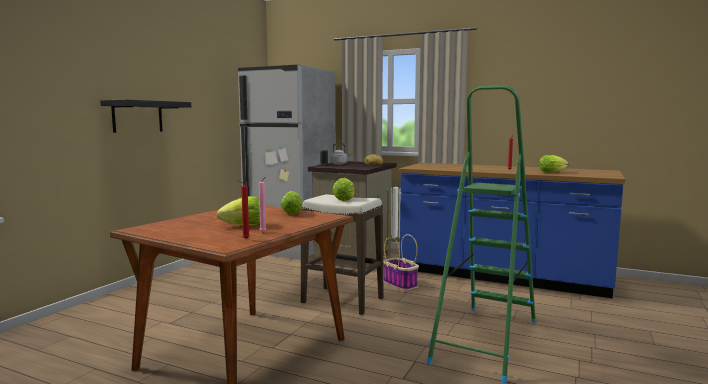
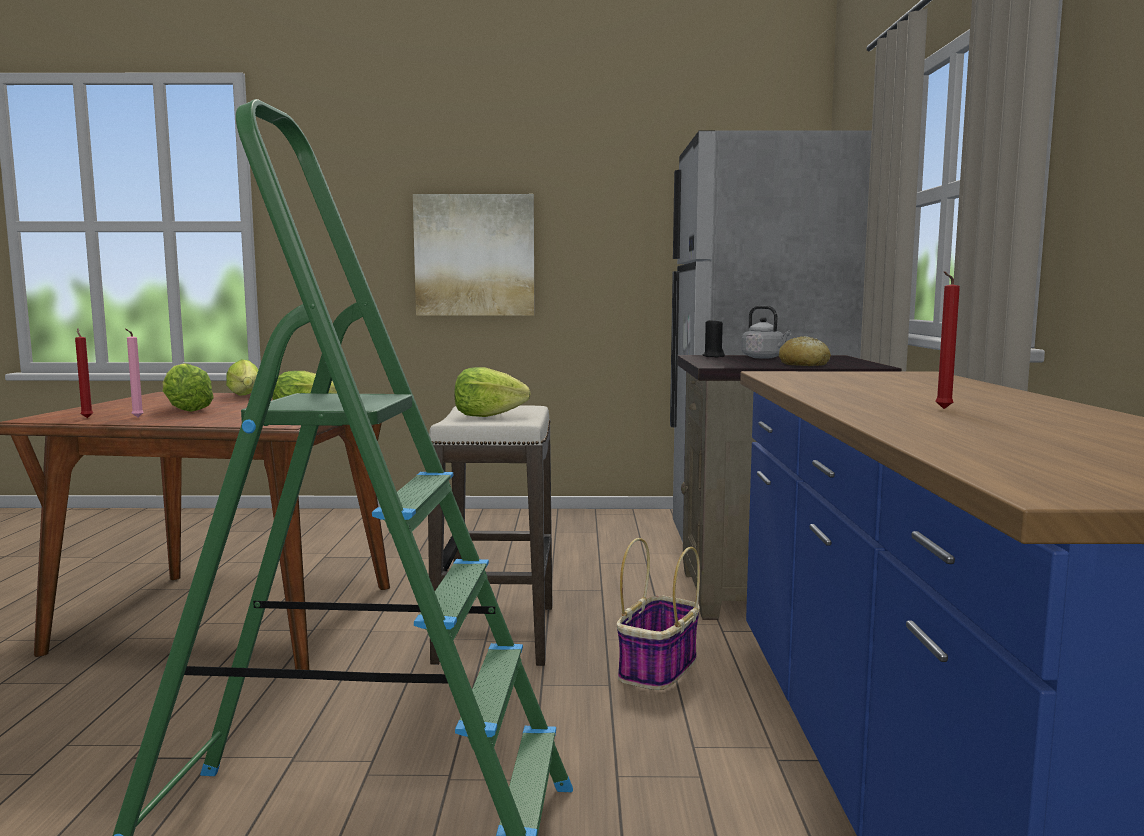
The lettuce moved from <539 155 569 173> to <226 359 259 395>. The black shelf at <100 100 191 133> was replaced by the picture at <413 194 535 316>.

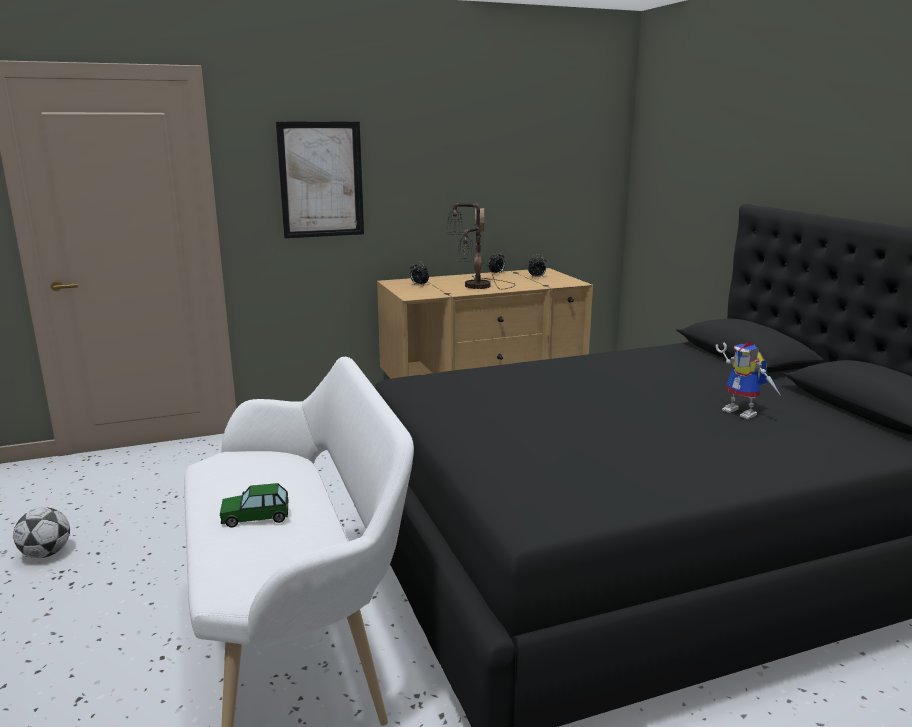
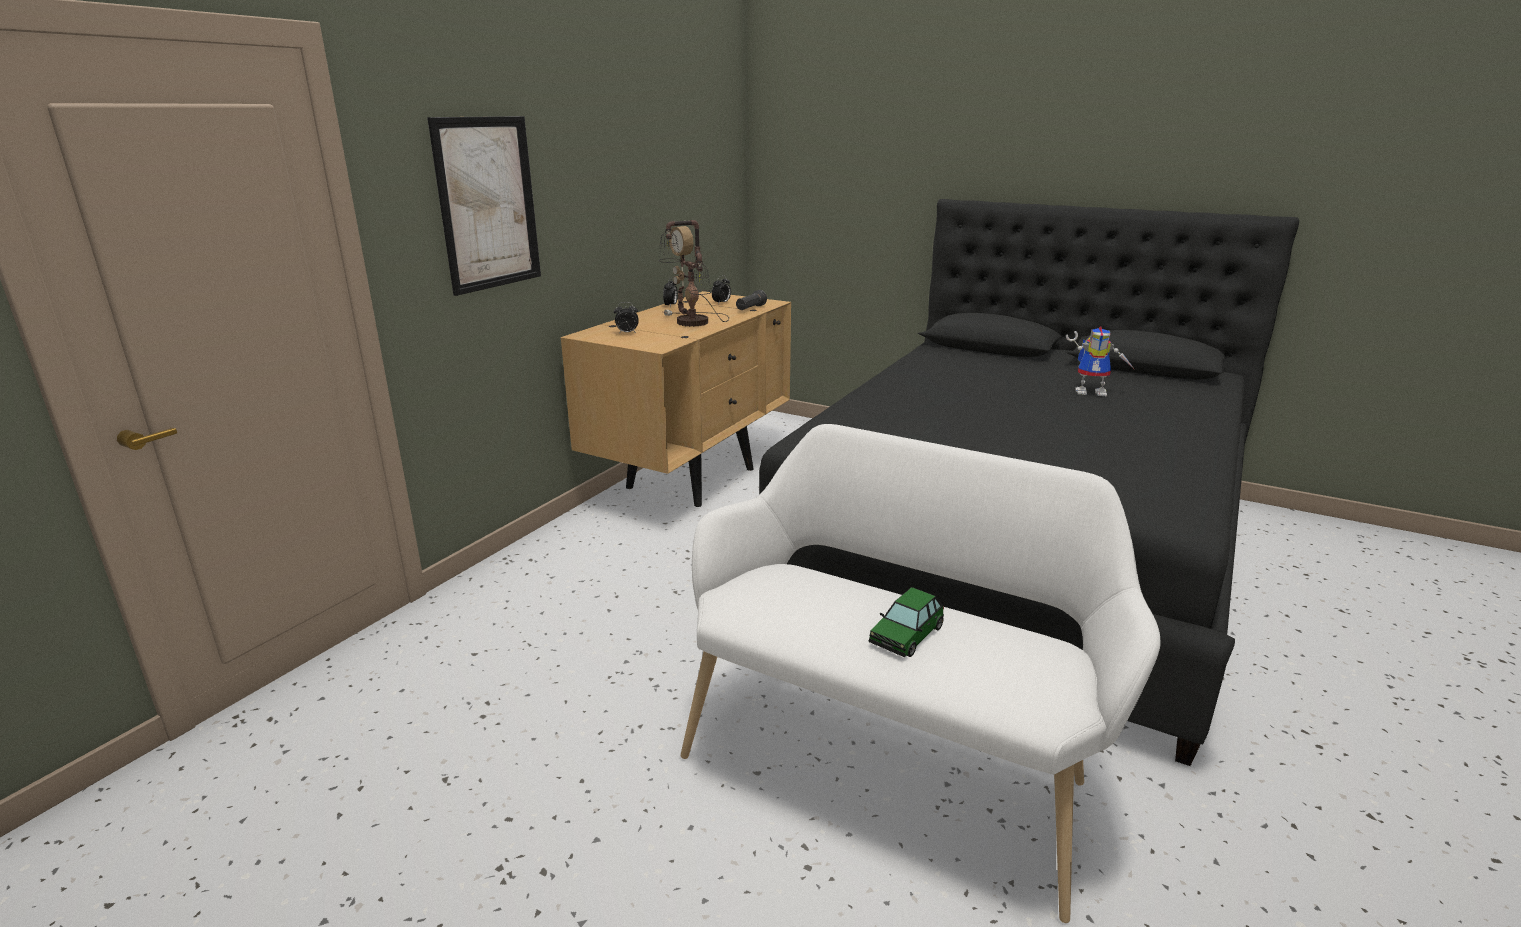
The football at <13 507 70 558> disappeared. The black flashlight at <736 290 767 310> appeared.

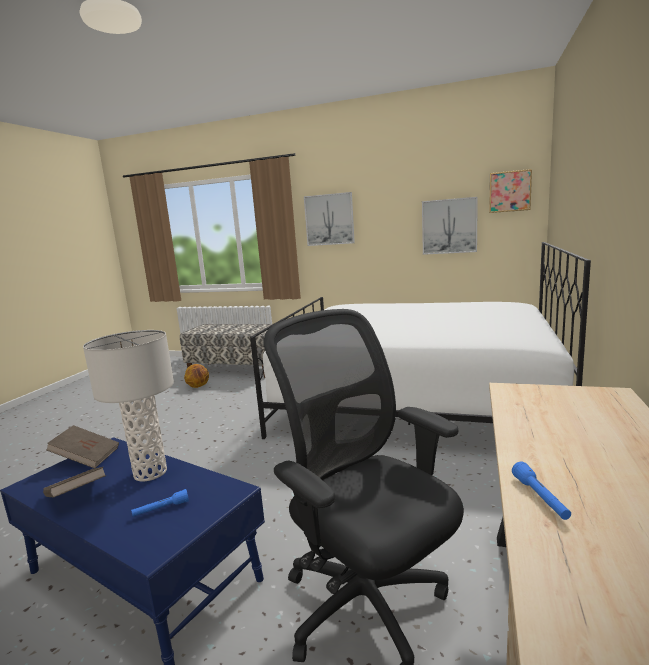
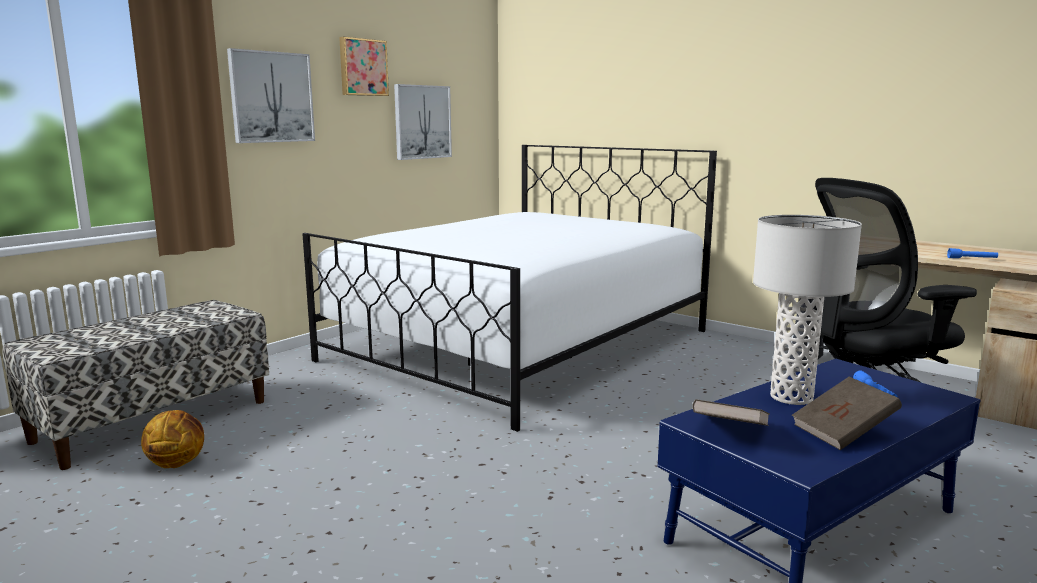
The picture moved from <489 169 532 213> to <339 37 389 96>.

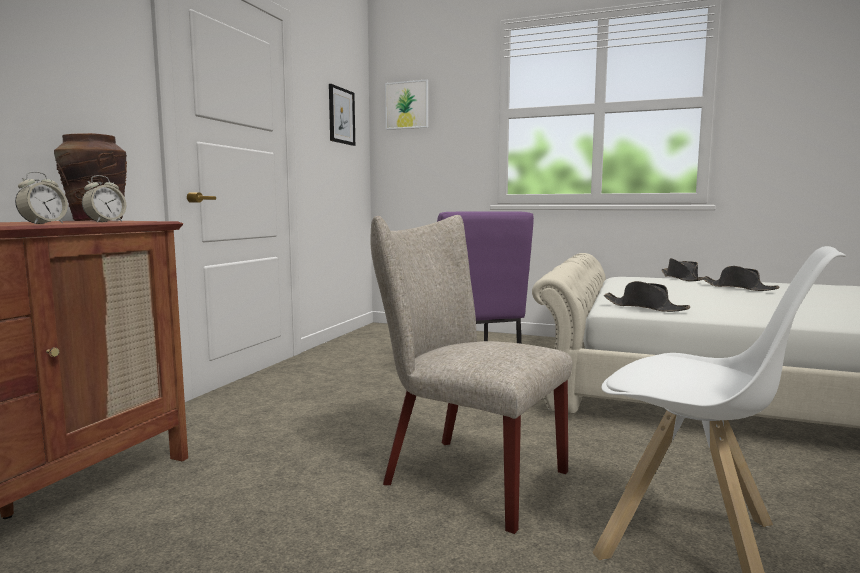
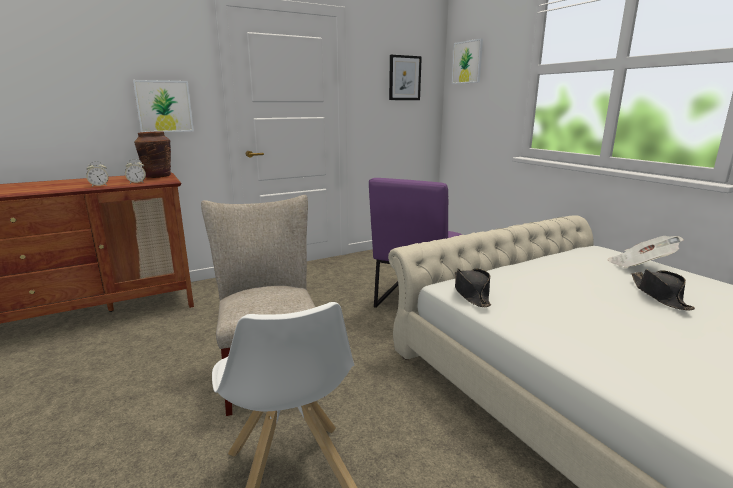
The picture at <133 80 194 132> appeared. The black hat at <662 258 703 281> was replaced by the newspaper at <608 236 684 268>.

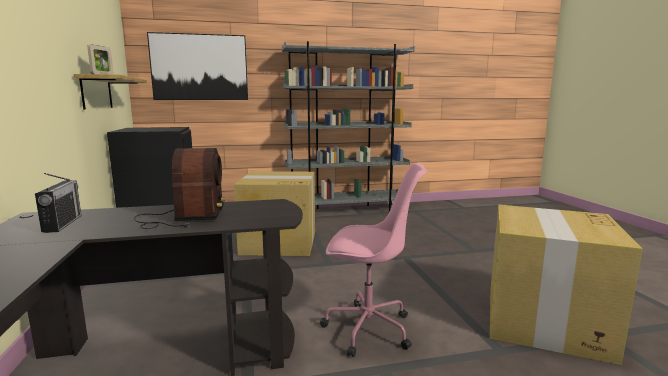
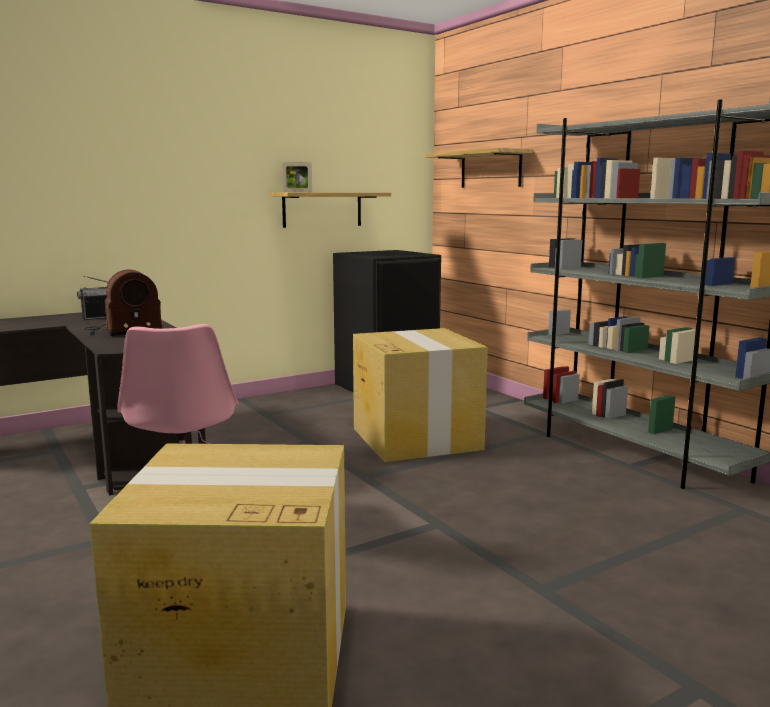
The picture at <147 32 248 100> was replaced by the shelf at <425 148 532 188>.

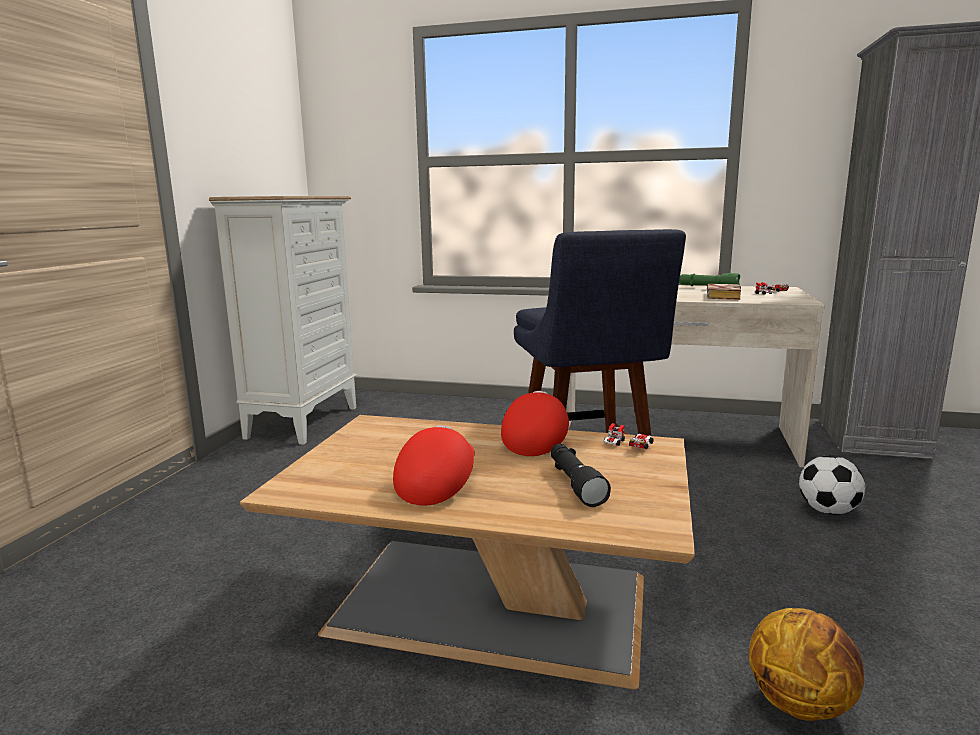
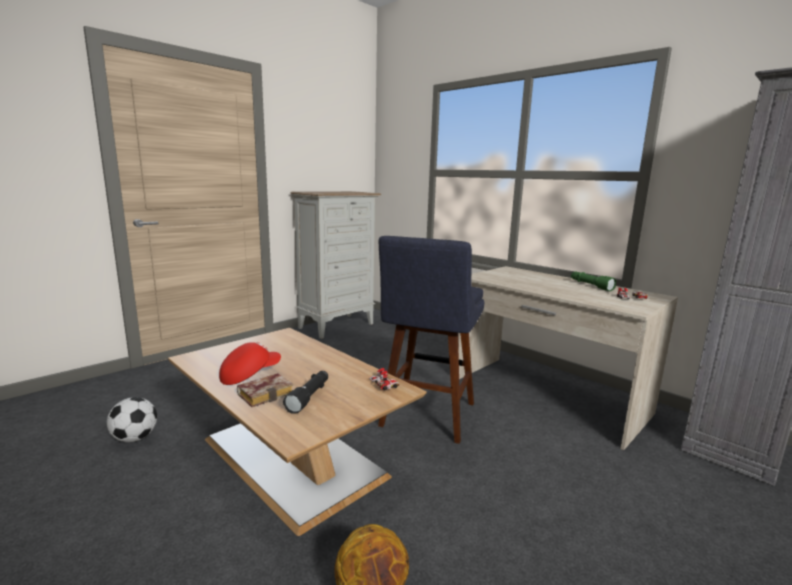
The red cap at <501 391 569 456> disappeared. The book moved from <707 284 741 300> to <237 373 293 407>. The football moved from <799 455 865 515> to <107 397 157 442>.

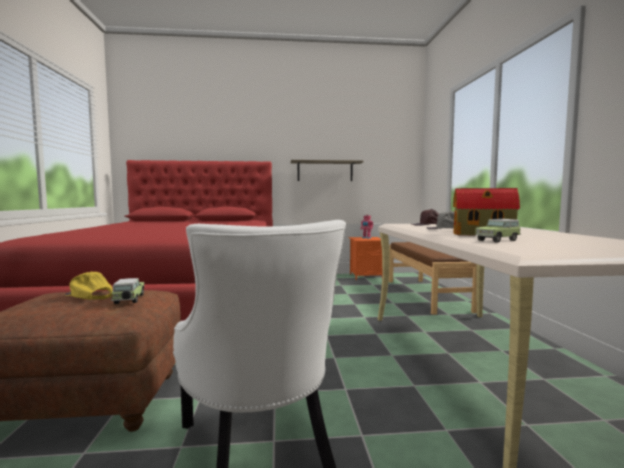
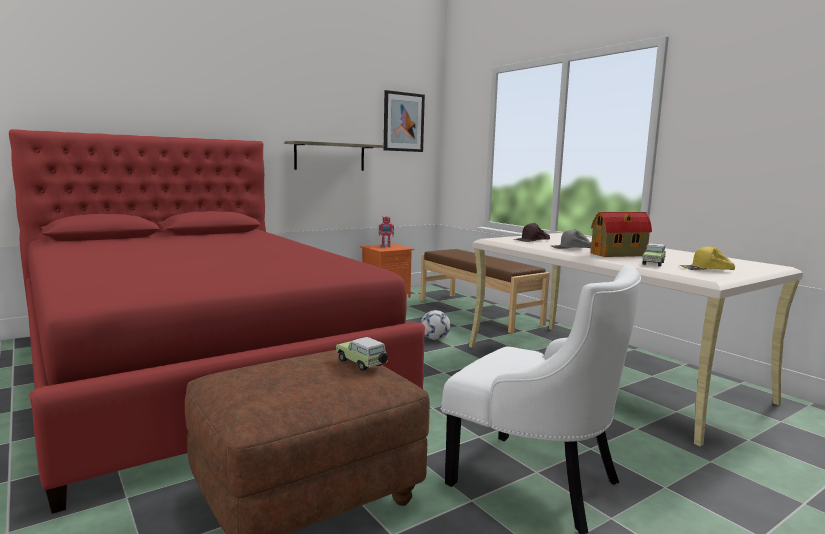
The picture at <384 90 425 152> appeared. The football at <421 310 450 340> appeared. The yellow cap moved from <64 271 112 300> to <679 246 735 270>.

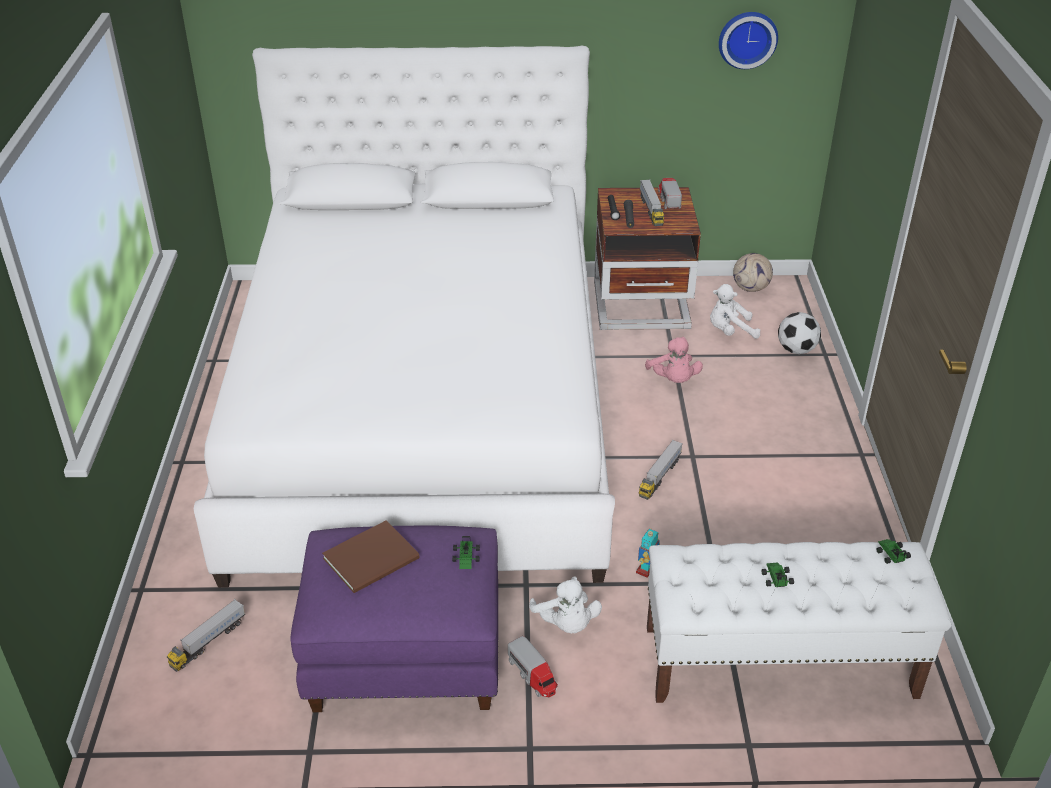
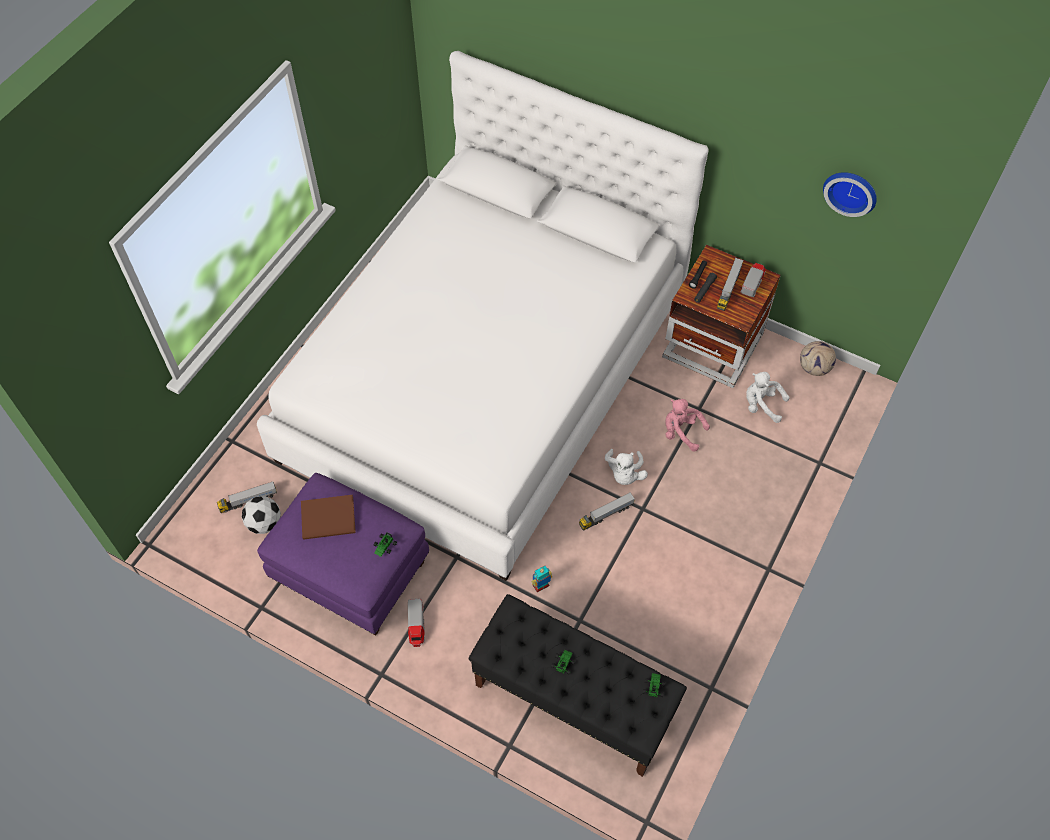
The white plush toy moved from <529 577 602 633> to <605 449 648 485>. The football moved from <778 312 821 354> to <242 496 281 534>. The white bench at <647 542 951 703> became the black bench at <468 594 687 777>. The pink plush toy at <645 337 703 383> turned 105 degrees clockwise.

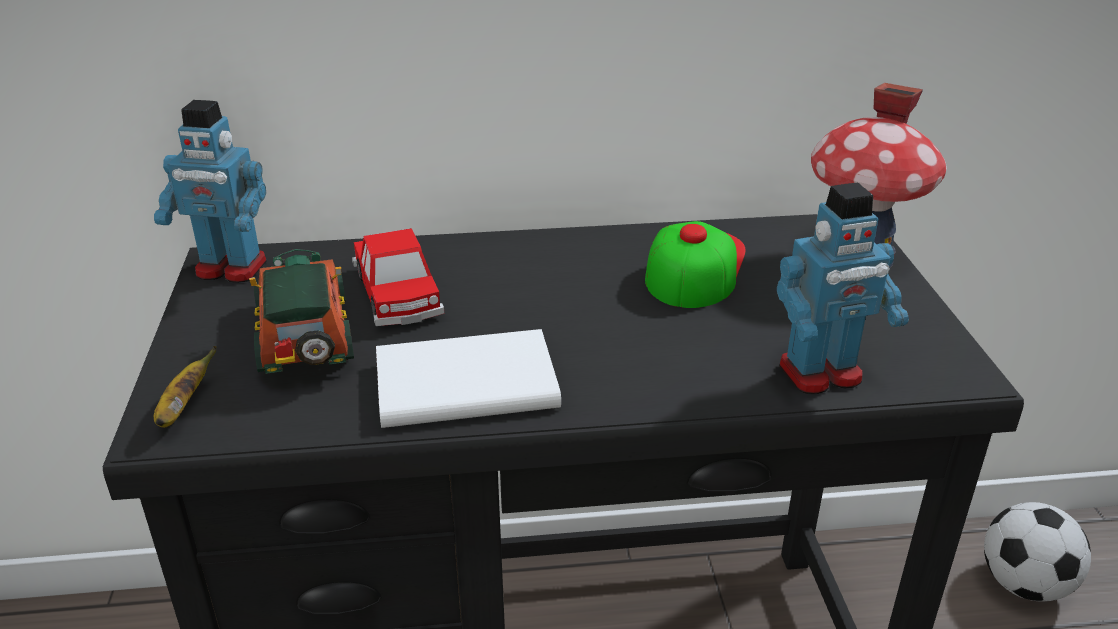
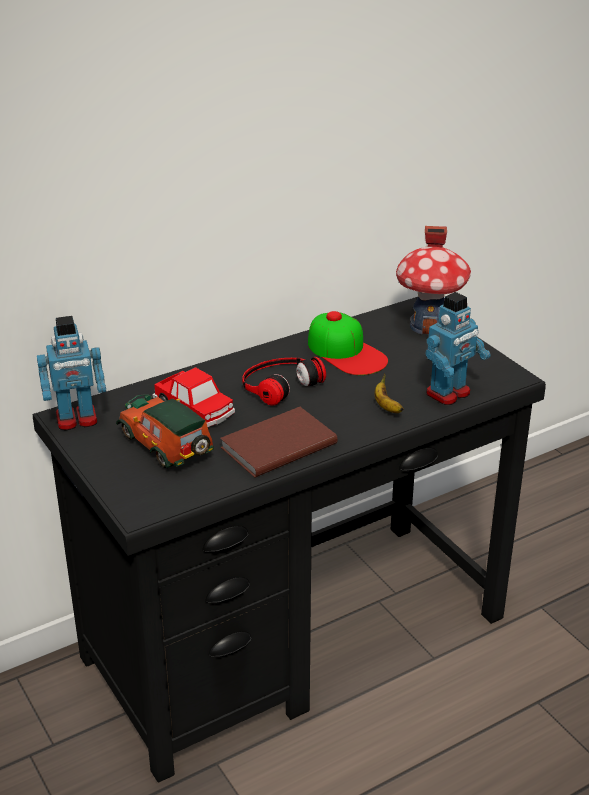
The football at <984 502 1091 602> disappeared. The headphones at <242 357 326 406> appeared. The banana moved from <154 346 217 428> to <375 373 404 413>. The white book at <376 329 561 428> became the brown book at <220 407 338 478>. The cap at <645 221 746 308> turned 150 degrees clockwise.

